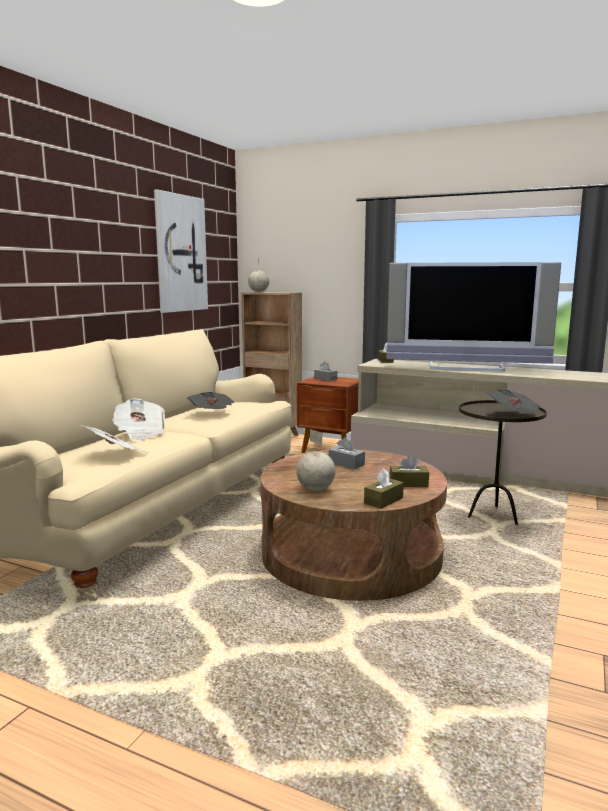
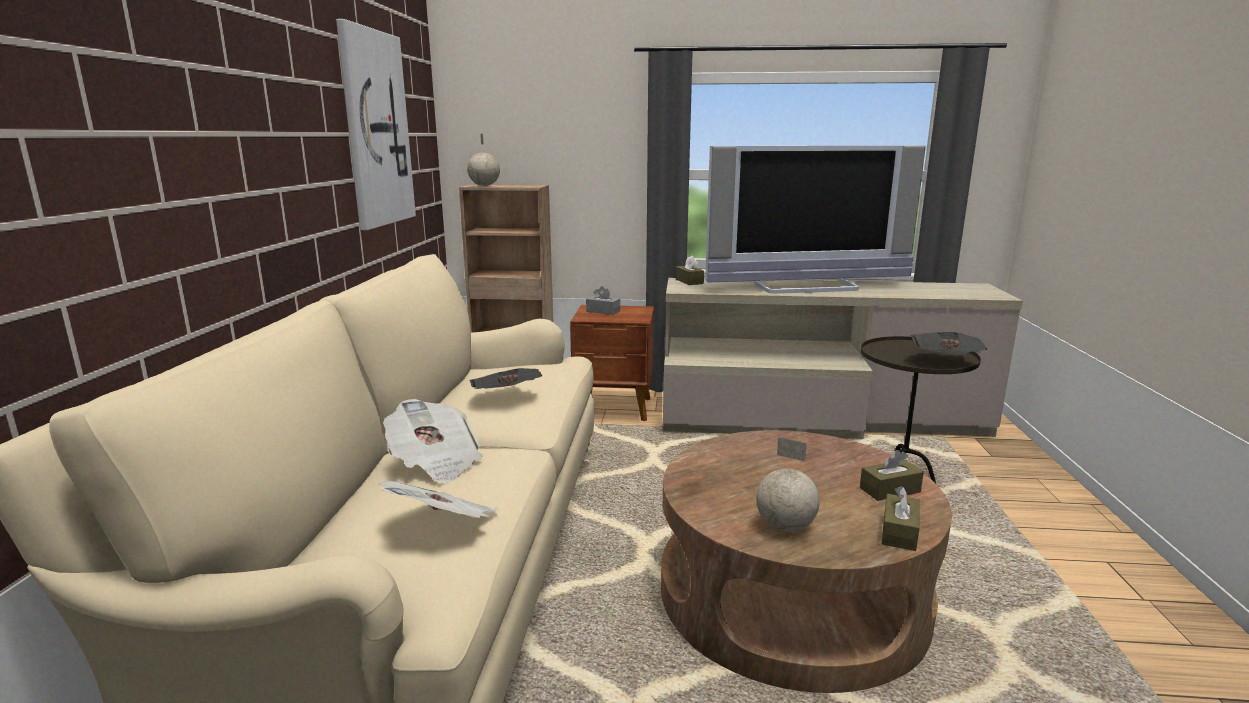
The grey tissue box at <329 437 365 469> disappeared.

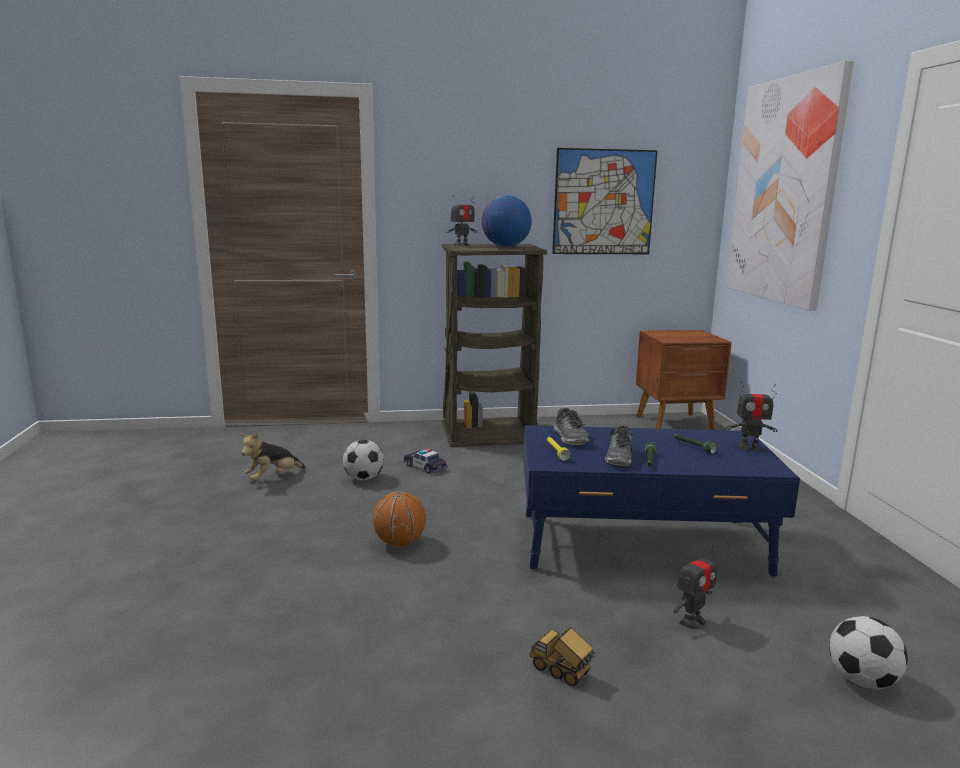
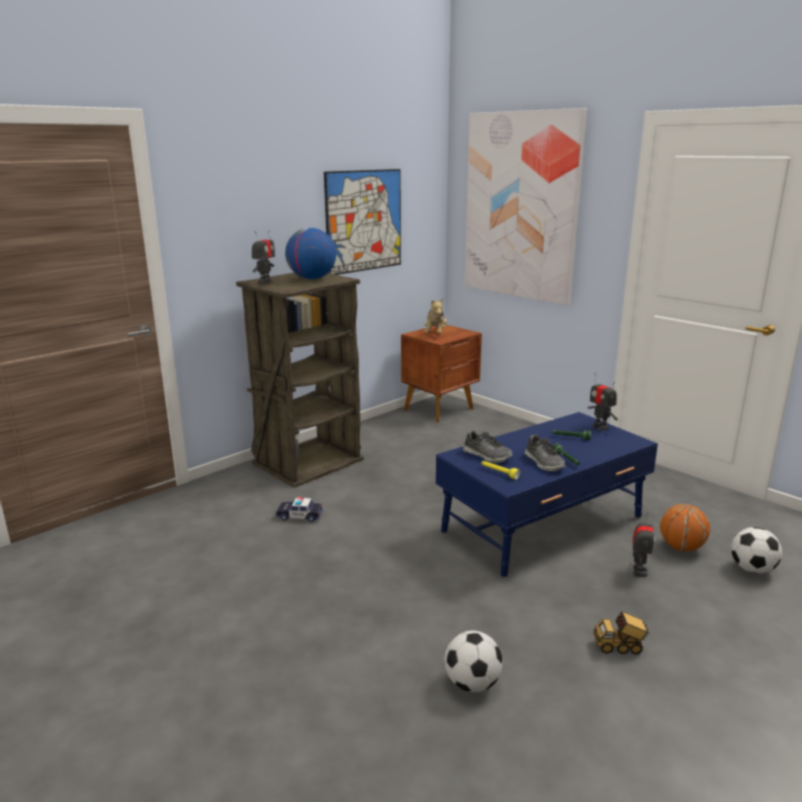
The plush toy moved from <240 433 305 480> to <424 298 447 334>. The football moved from <343 440 384 480> to <445 631 503 692>. The basketball moved from <373 491 426 546> to <660 504 710 551>. The toy robot at <726 381 778 451> turned 90 degrees clockwise.

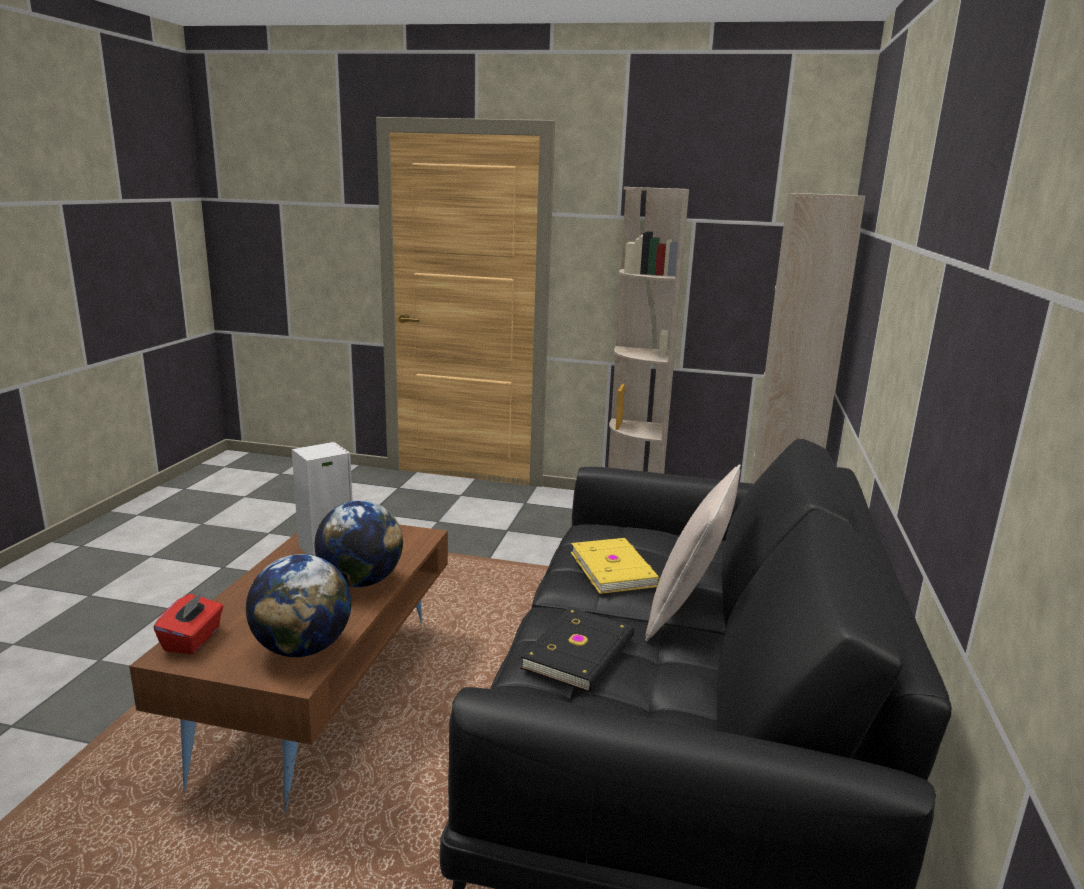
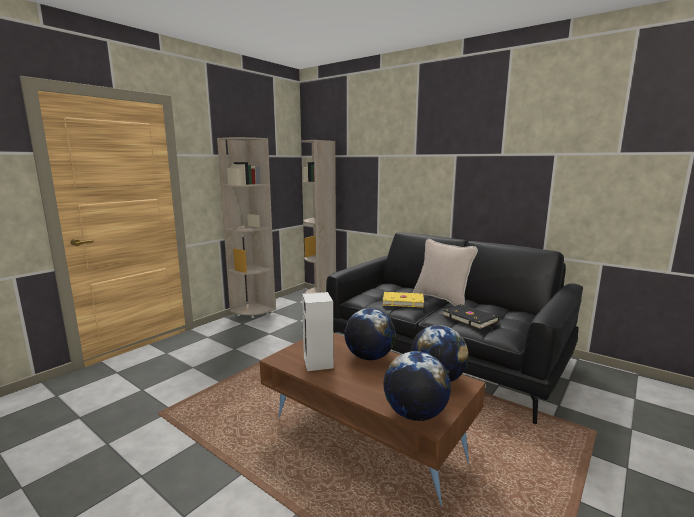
The red tissue box at <154 592 224 654> was replaced by the globe at <384 351 451 421>.

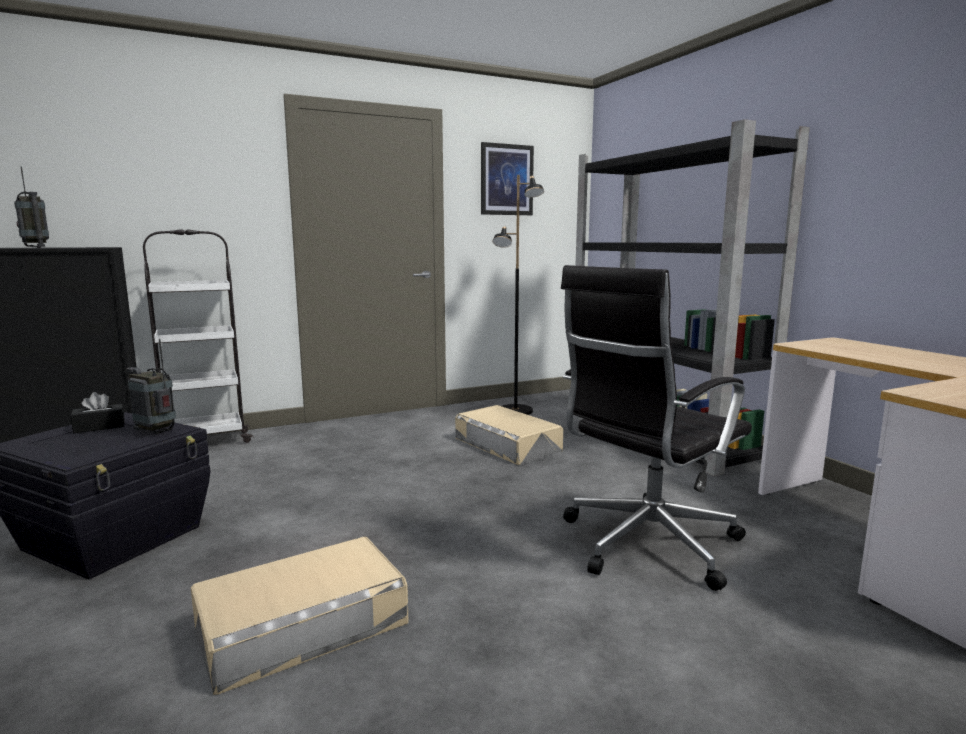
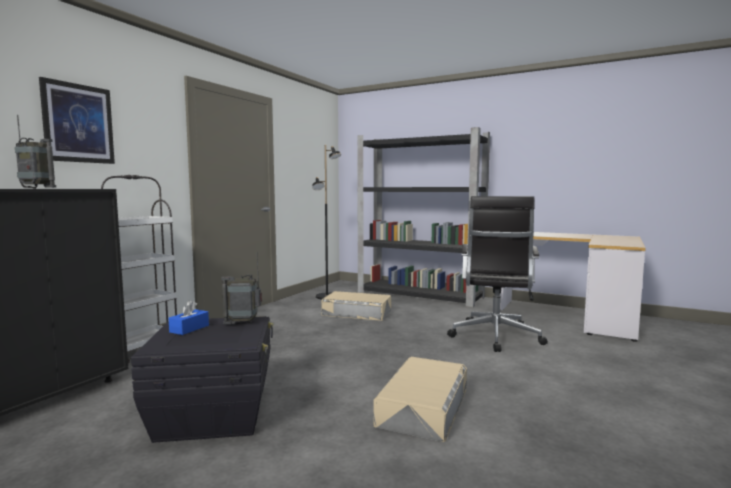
The picture moved from <481 142 534 215> to <39 77 115 164>. The black tissue box at <70 392 125 433> became the blue tissue box at <168 300 209 335>.

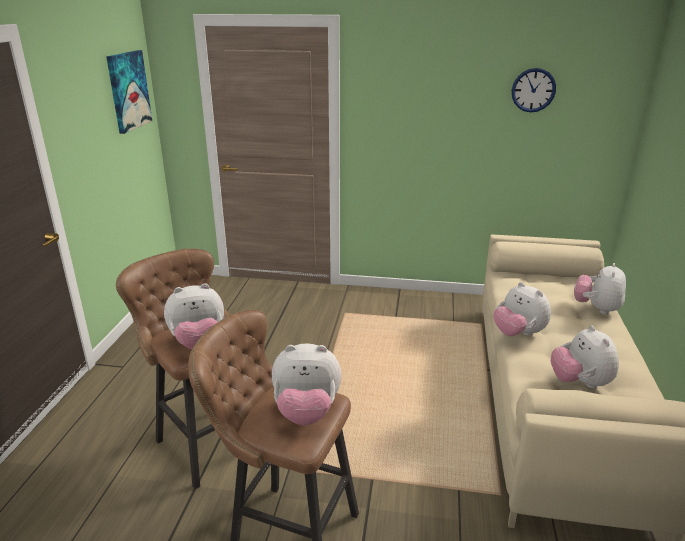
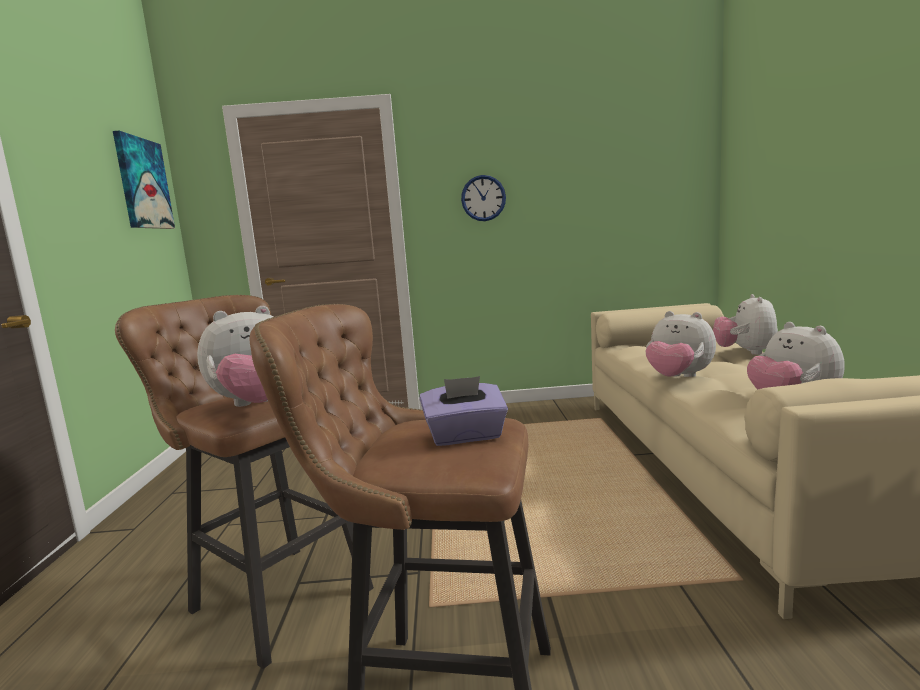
The wall clock moved from <512 68 556 112> to <461 175 506 221>. The plush toy at <272 344 341 426> was replaced by the purple tissue box at <420 376 508 446>.

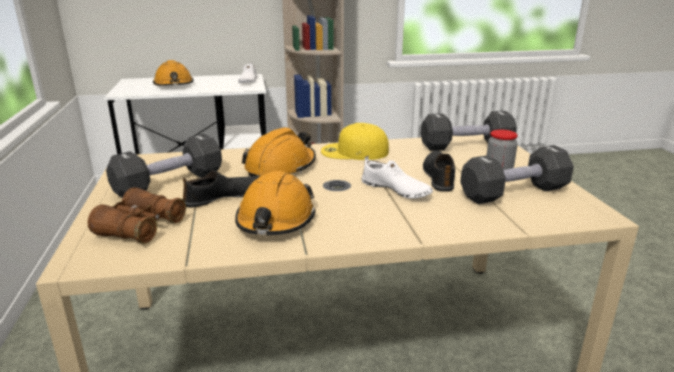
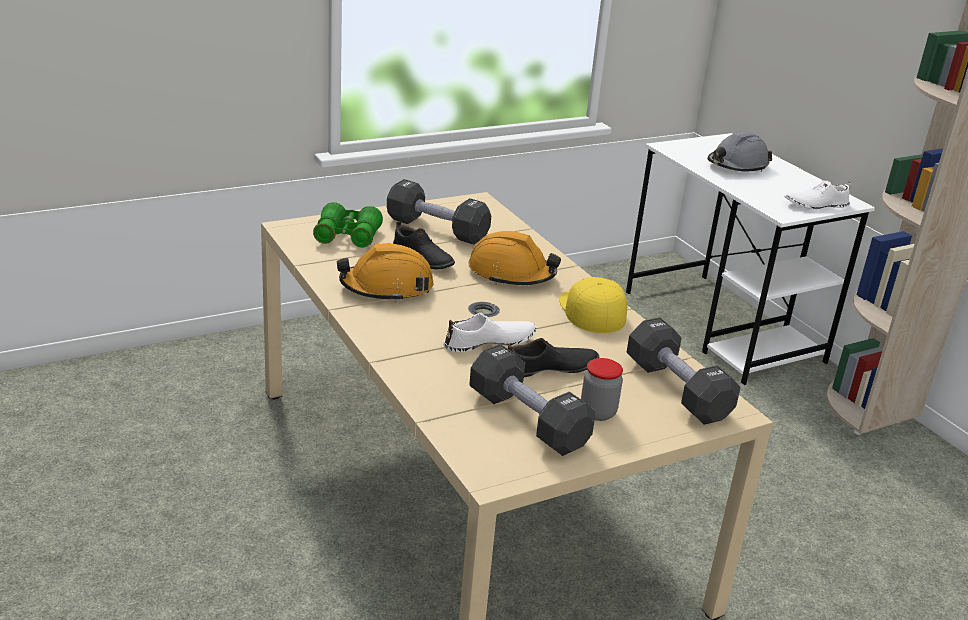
The brown binoculars at <88 188 186 244> became the green binoculars at <313 202 383 248>. The orange hard hat at <153 60 194 86> became the grey hard hat at <707 131 772 172>. The white shoe at <362 156 433 199> turned 135 degrees counterclockwise.

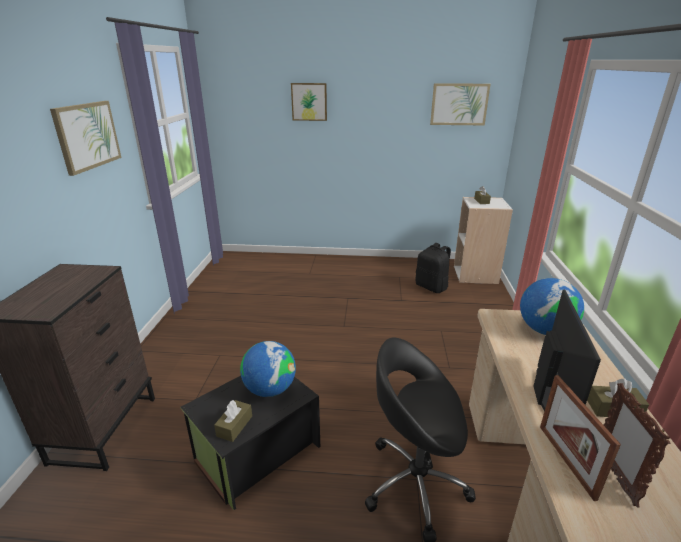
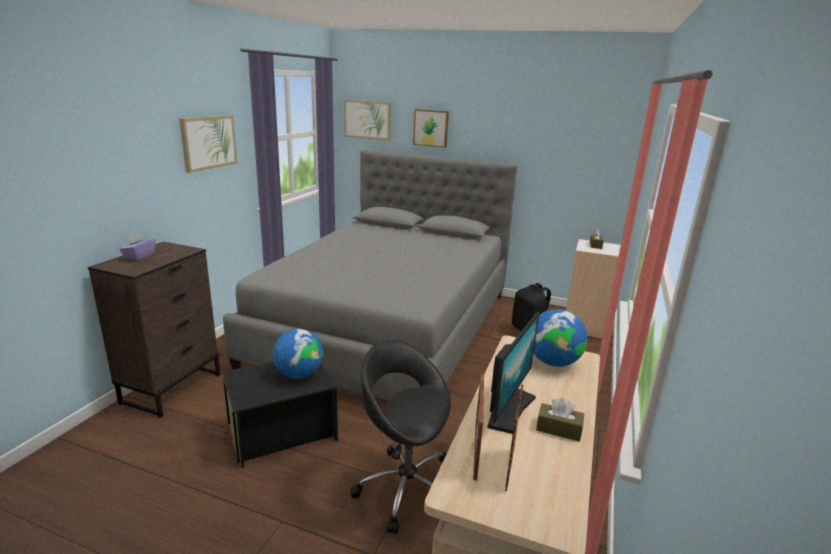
The brown tissue box at <214 400 252 442> disappeared. The purple tissue box at <120 233 156 261> appeared. The grey bed at <223 149 517 400> appeared. The picture moved from <430 83 491 126> to <344 100 391 141>.

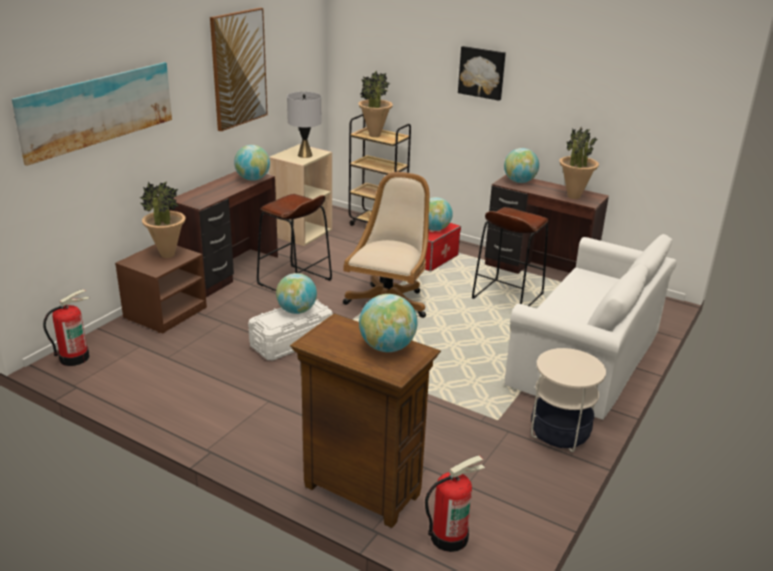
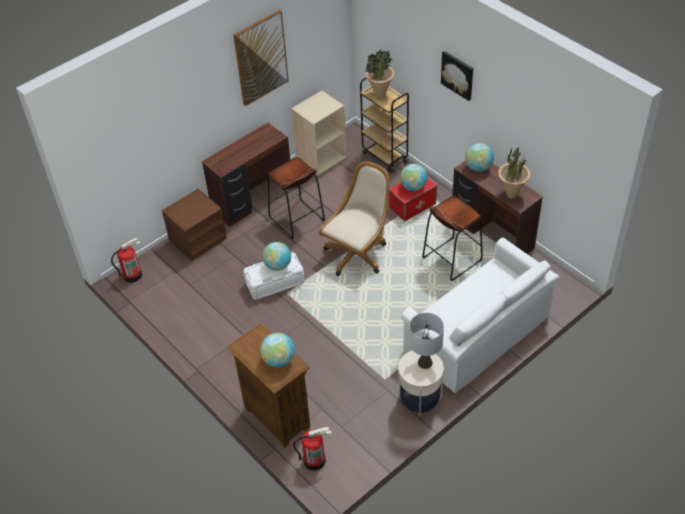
The picture at <12 62 172 166> disappeared. The potted plant at <140 181 186 258> disappeared. The globe at <234 145 270 181> disappeared. The grey table lamp moved from <287 92 321 158> to <409 313 444 369>.

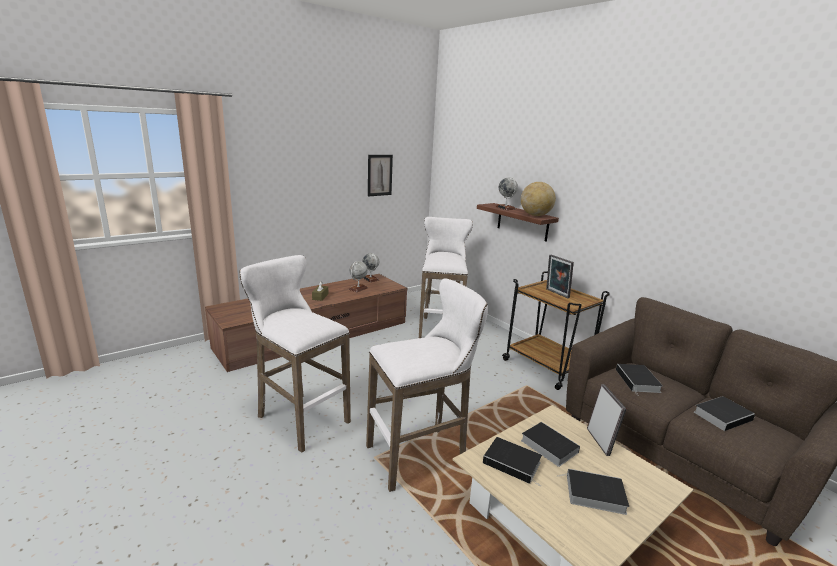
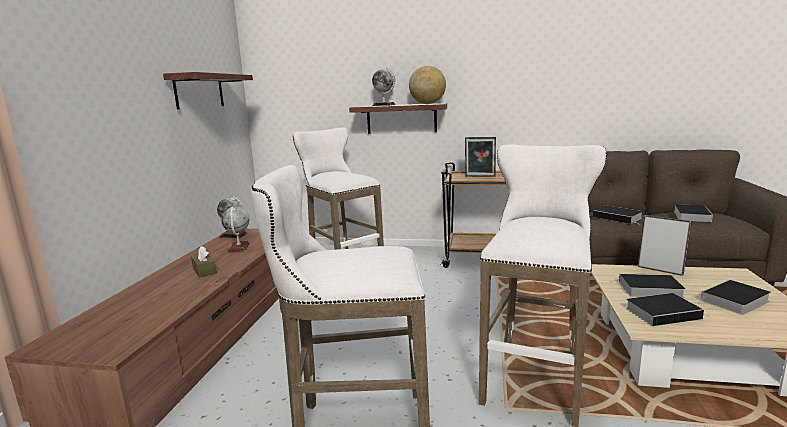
The picture at <368 155 393 196> was replaced by the shelf at <163 72 253 110>.

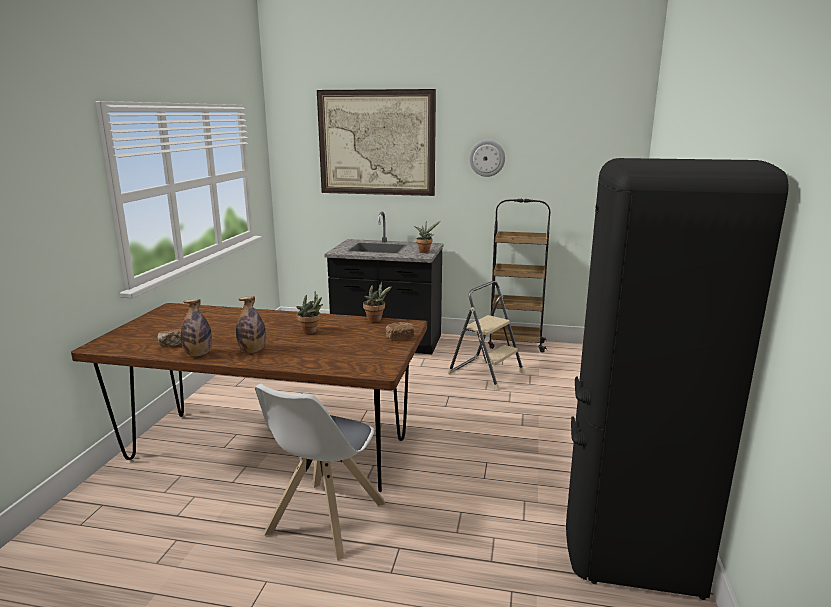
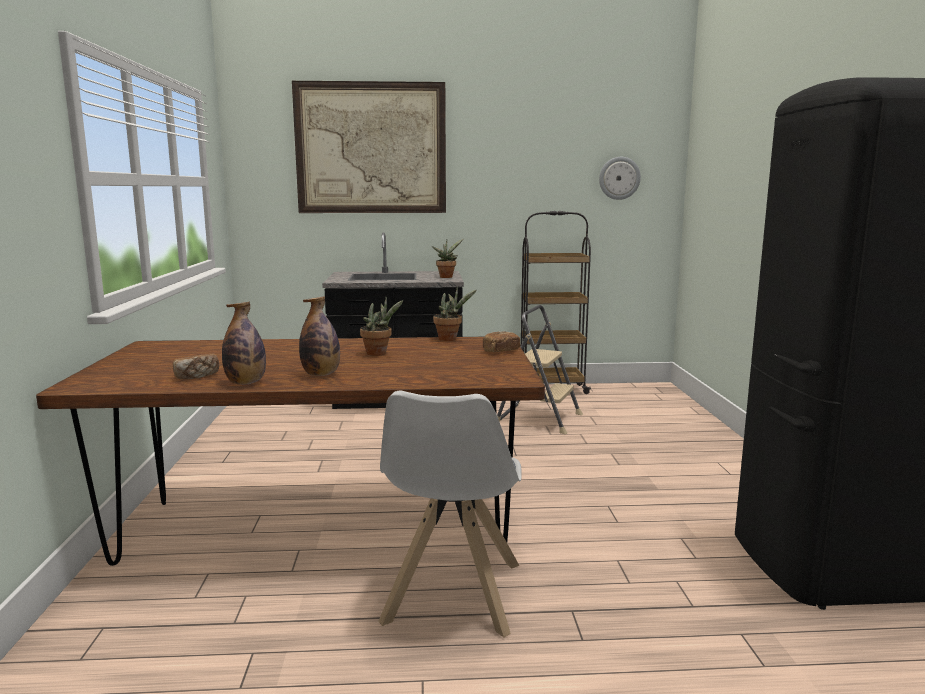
The wall clock moved from <469 140 505 177> to <599 157 641 200>.

